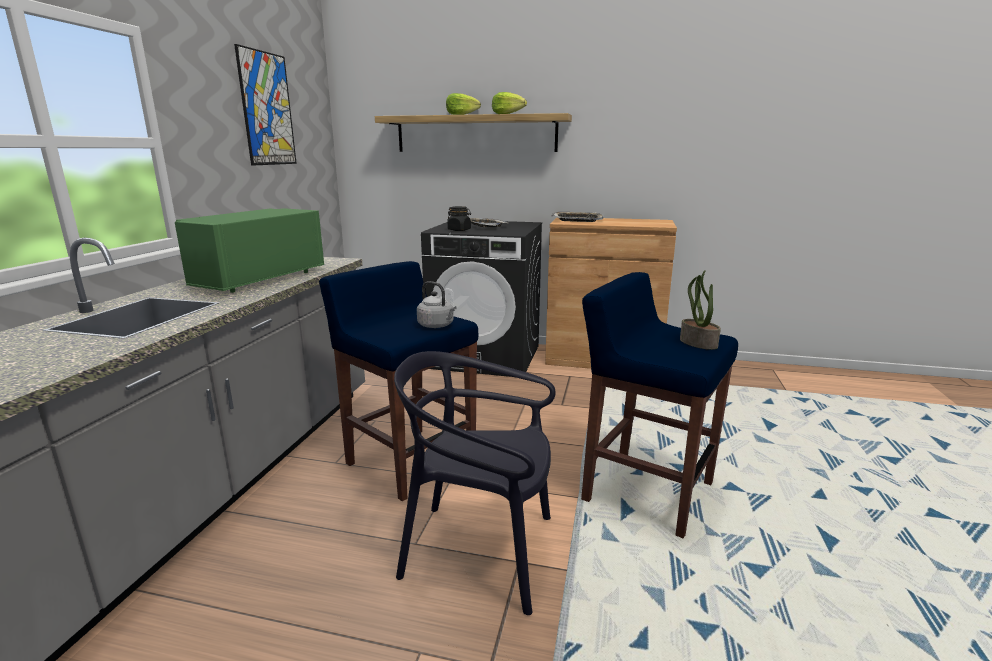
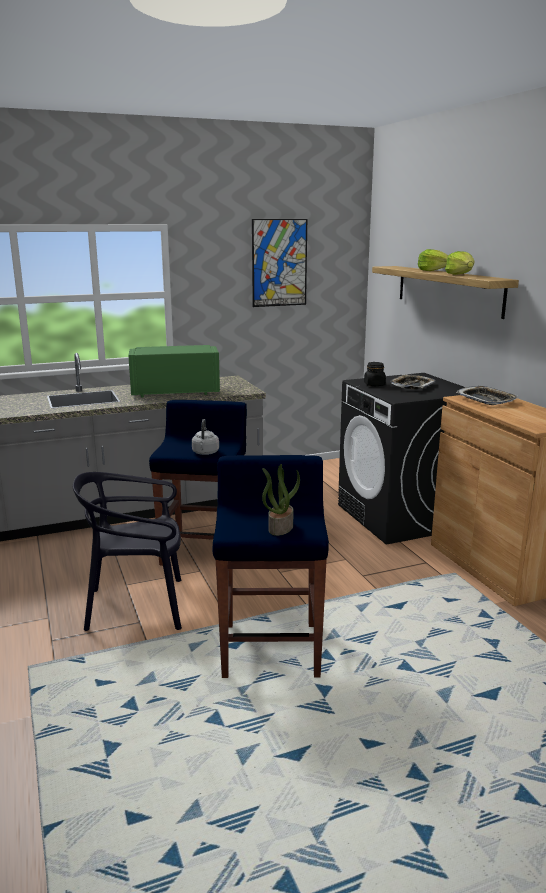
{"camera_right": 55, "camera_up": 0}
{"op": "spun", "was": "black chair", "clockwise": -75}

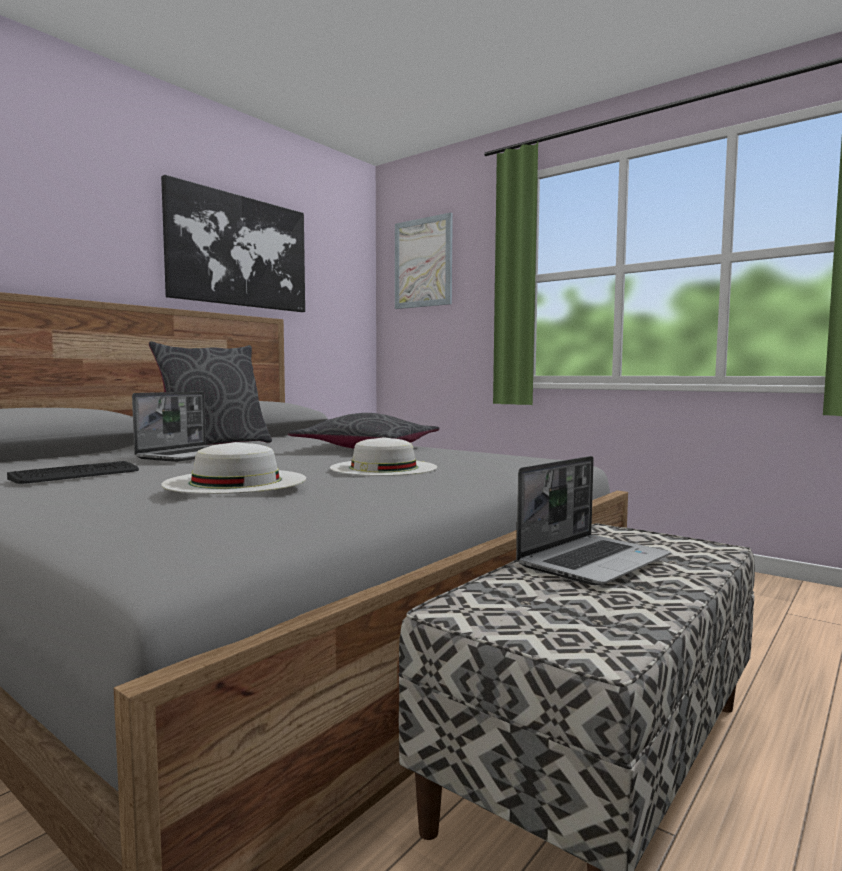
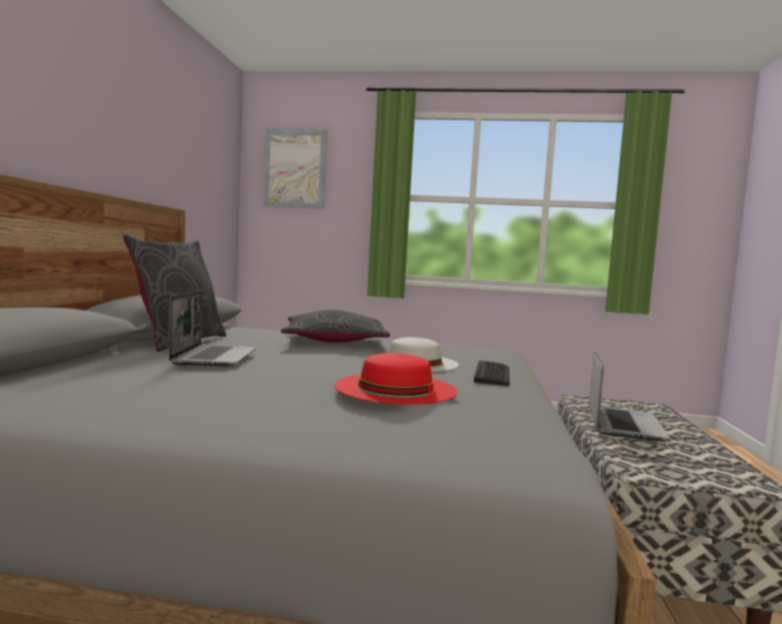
{"camera_right": -30, "camera_up": 0}
{"op": "missing", "was": "wall art (no. 1 from left)"}
{"op": "colour", "was": "whitish wearable hat (no. 1 from left)", "now": "reddish wearable hat"}
{"op": "relocated", "was": "PC keyboard"}

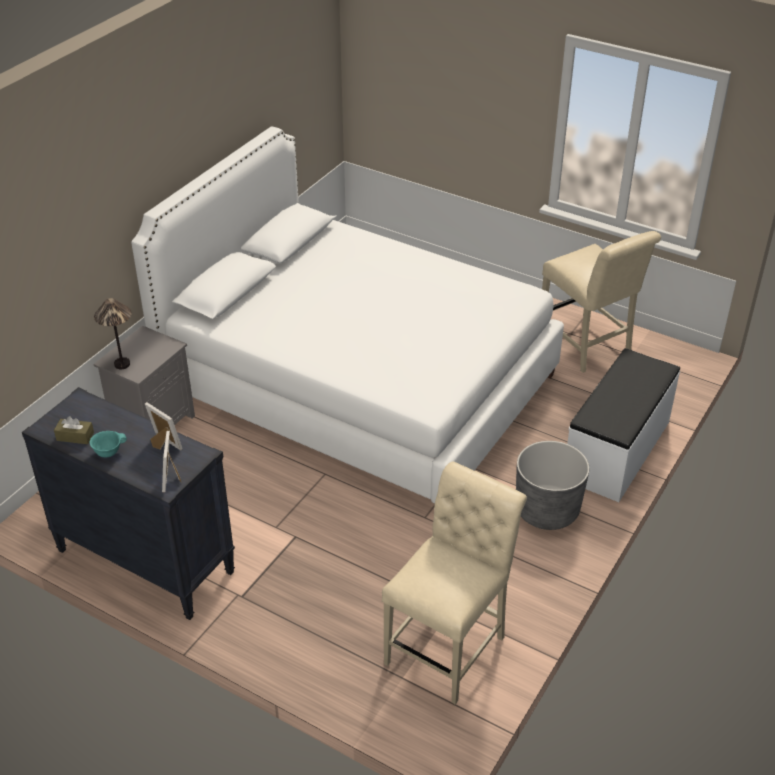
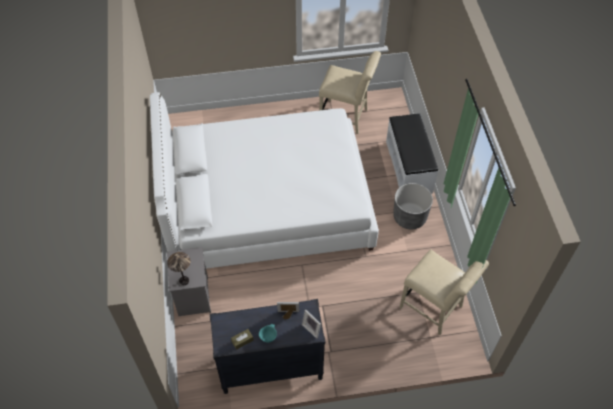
{"camera_right": -40, "camera_up": 15}
{"op": "spun", "was": "beige chair (no. 1 from left in the first image)", "clockwise": 135}

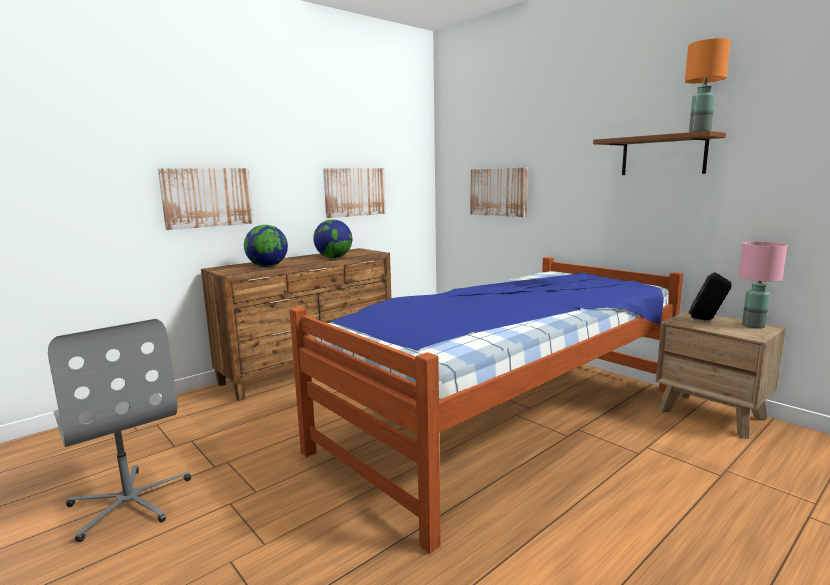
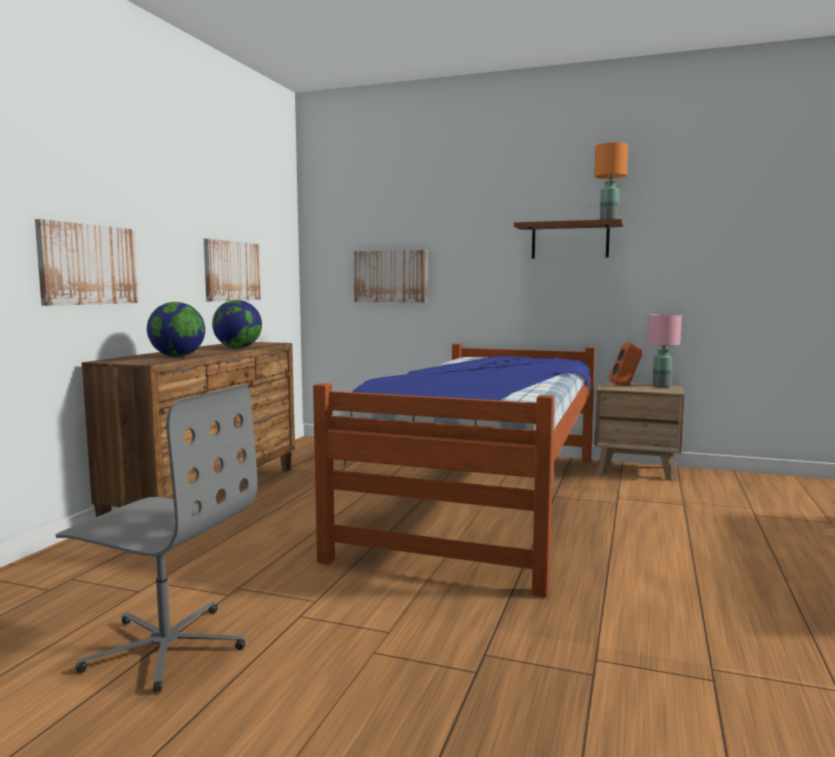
{"camera_right": -30, "camera_up": -5}
{"op": "colour", "was": "black loudspeaker", "now": "orange loudspeaker"}

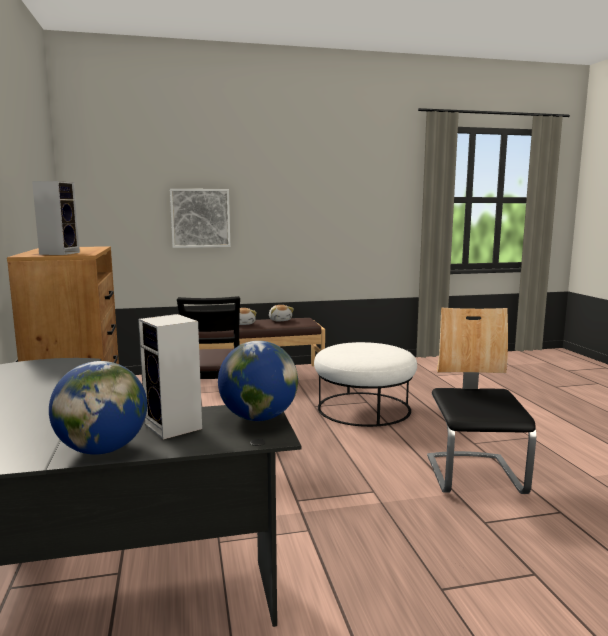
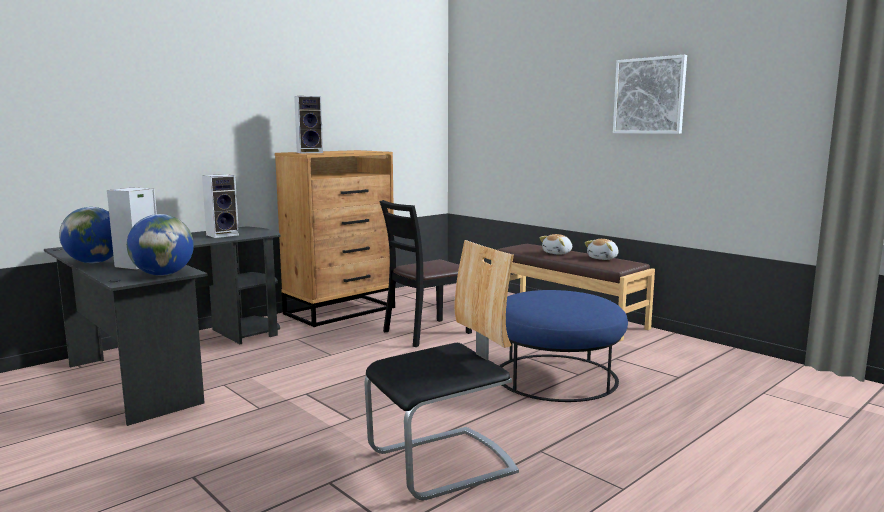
{"camera_right": 60, "camera_up": 0}
{"op": "relocated", "was": "wall art"}
{"op": "colour", "was": "whitish pouffe", "now": "blue-coloured pouffe"}
{"op": "appeared", "now": "loudspeaker (no. 2 from left)"}

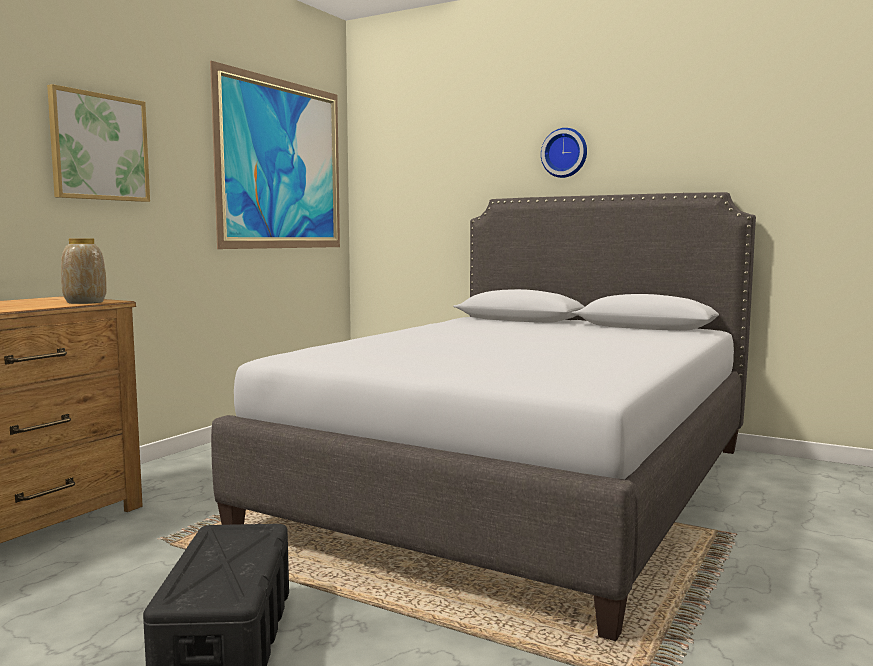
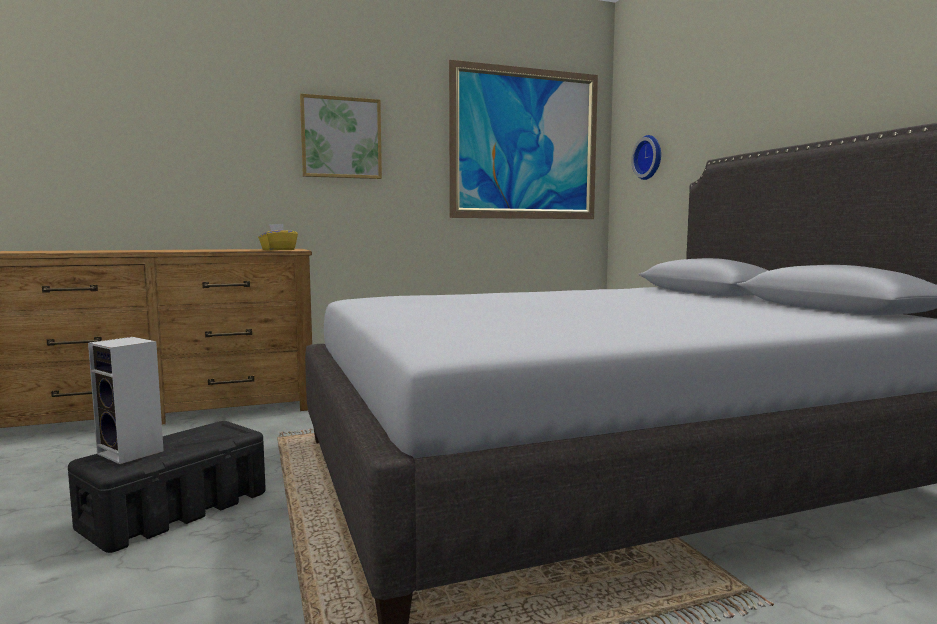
{"camera_right": 40, "camera_up": 0}
{"op": "relocated", "was": "clock on the wall"}
{"op": "exchanged", "was": "vase", "now": "yellowish tissue holder"}
{"op": "appeared", "now": "loudspeaker"}

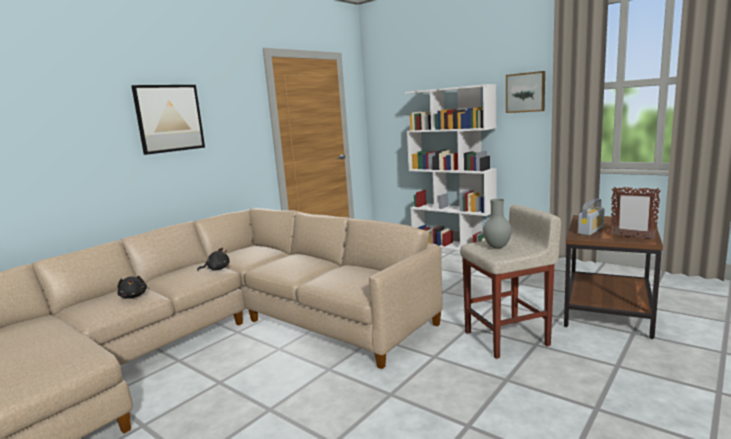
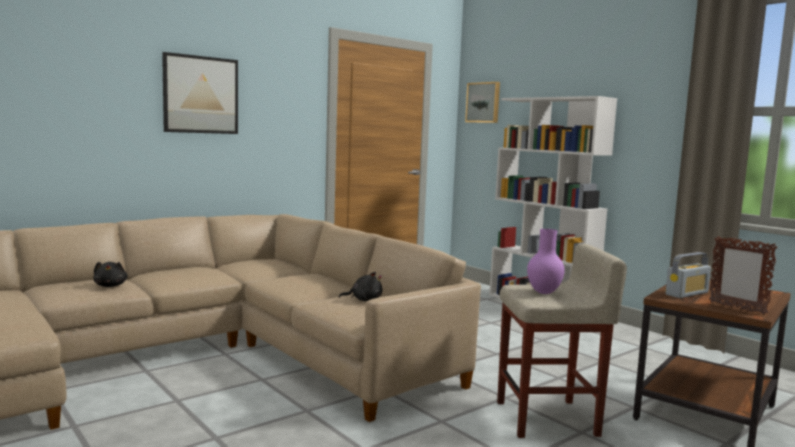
{"camera_right": 10, "camera_up": -5}
{"op": "relocated", "was": "wall art (no. 2 from left)"}
{"op": "colour", "was": "gray vase", "now": "purple vase"}
{"op": "relocated", "was": "black plush toy (no. 2 from left)"}

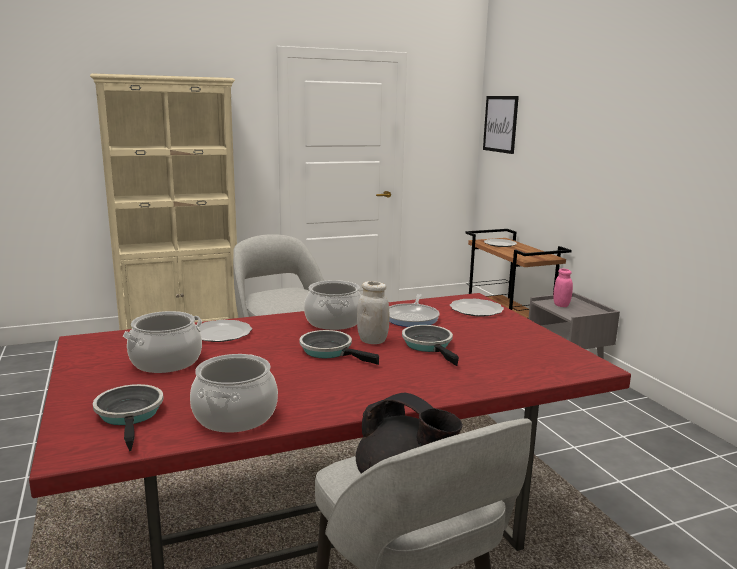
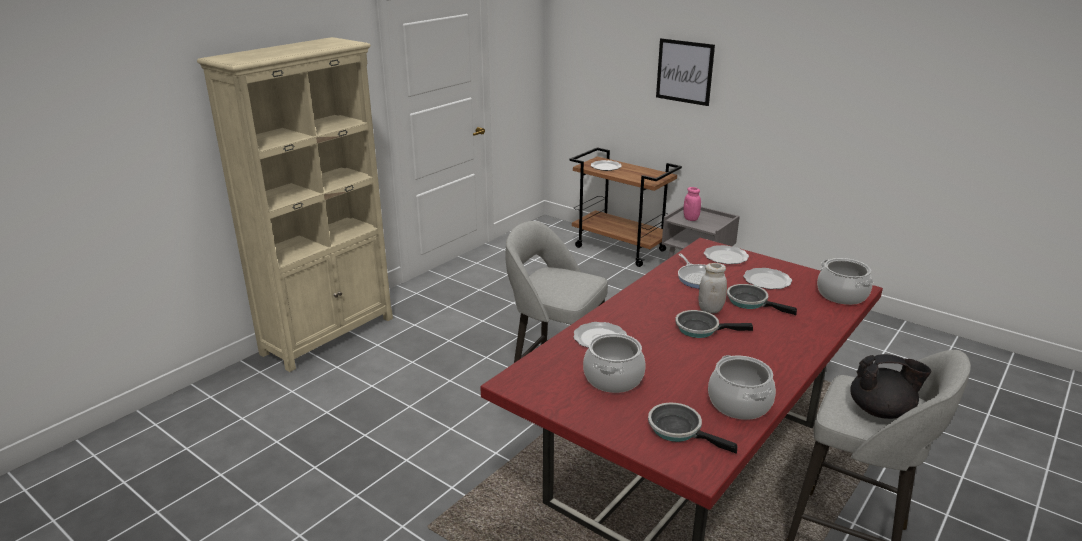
{"camera_right": -30, "camera_up": 10}
{"op": "relocated", "was": "wall art"}
{"op": "relocated", "was": "stockpot (no. 3 from left)"}
{"op": "appeared", "now": "plate (no. 4 from left)"}

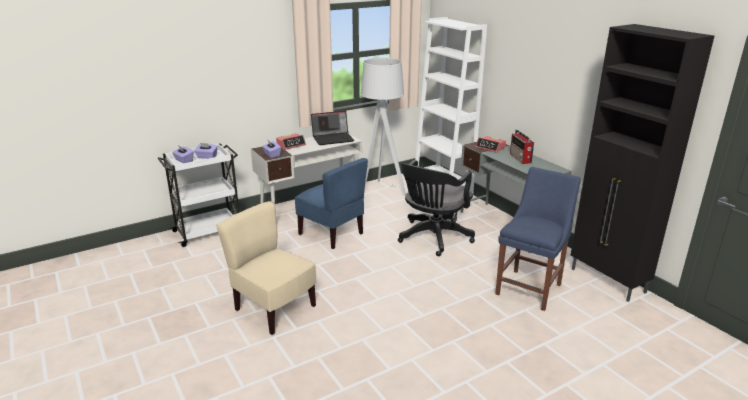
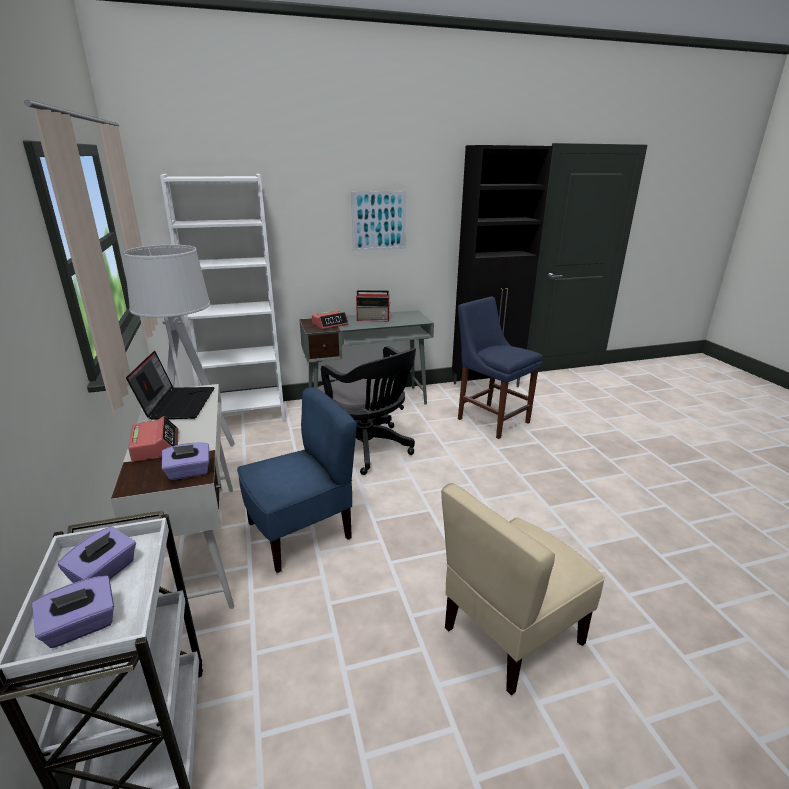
{"camera_right": -75, "camera_up": 0}
{"op": "appeared", "now": "wall art"}

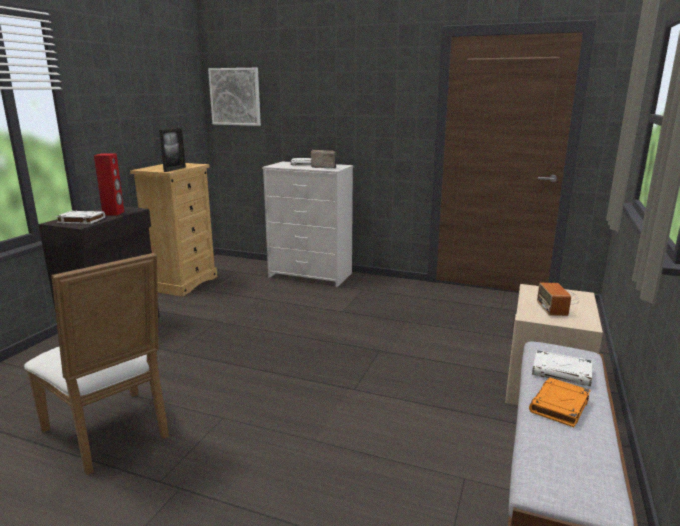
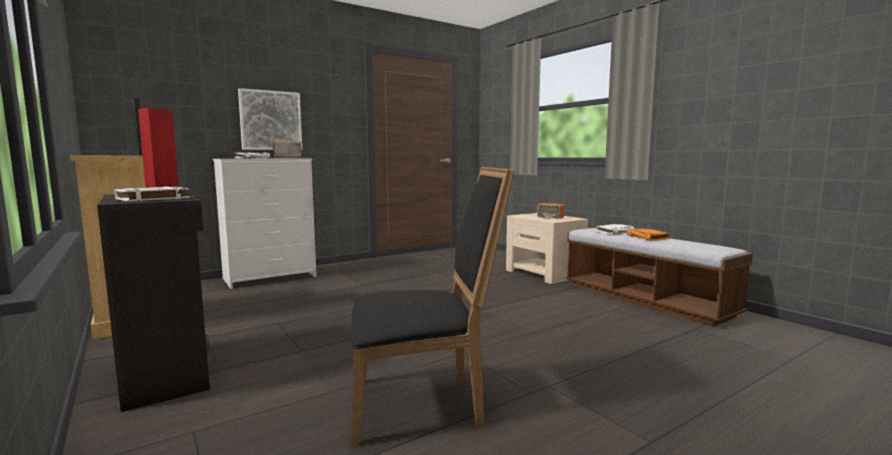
{"camera_right": -55, "camera_up": -10}
{"op": "relocated", "was": "wall art"}
{"op": "colour", "was": "whitish chair", "now": "black chair"}

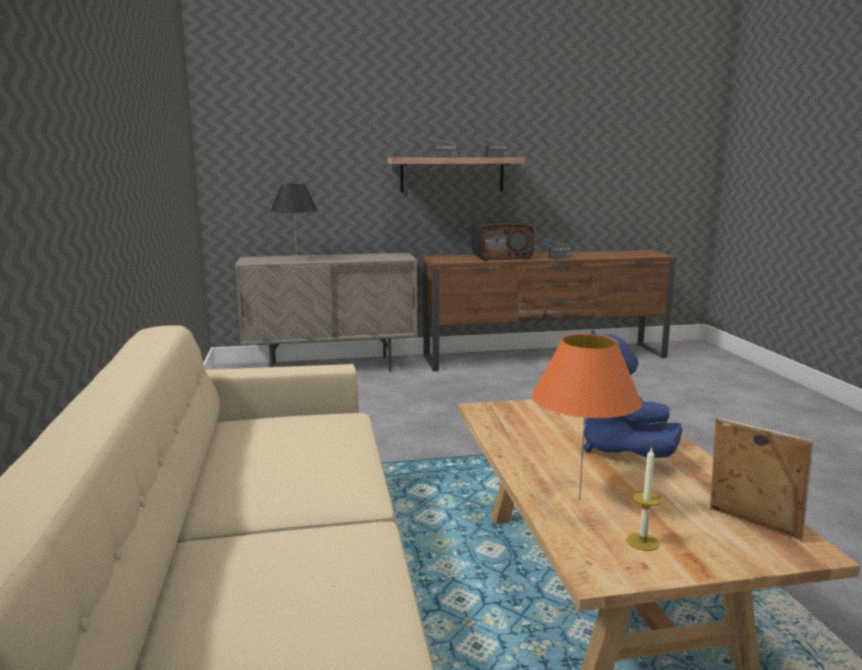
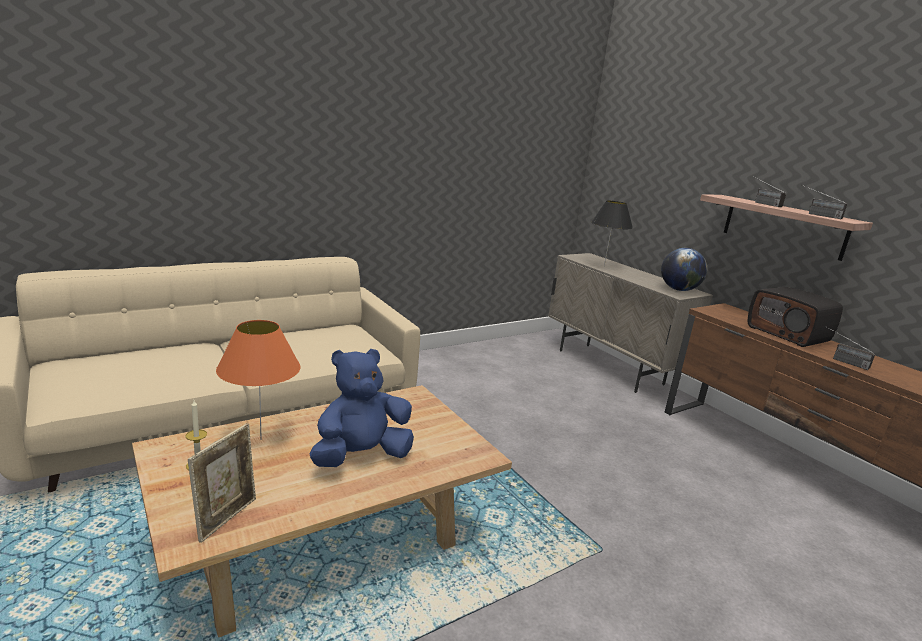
{"camera_right": 65, "camera_up": 5}
{"op": "appeared", "now": "world globe"}

